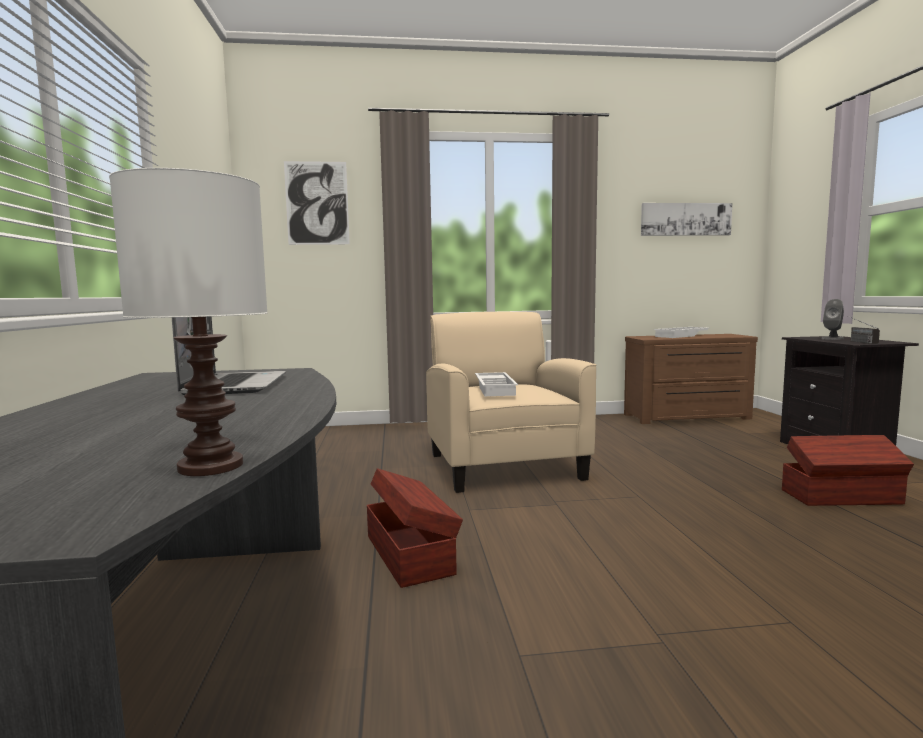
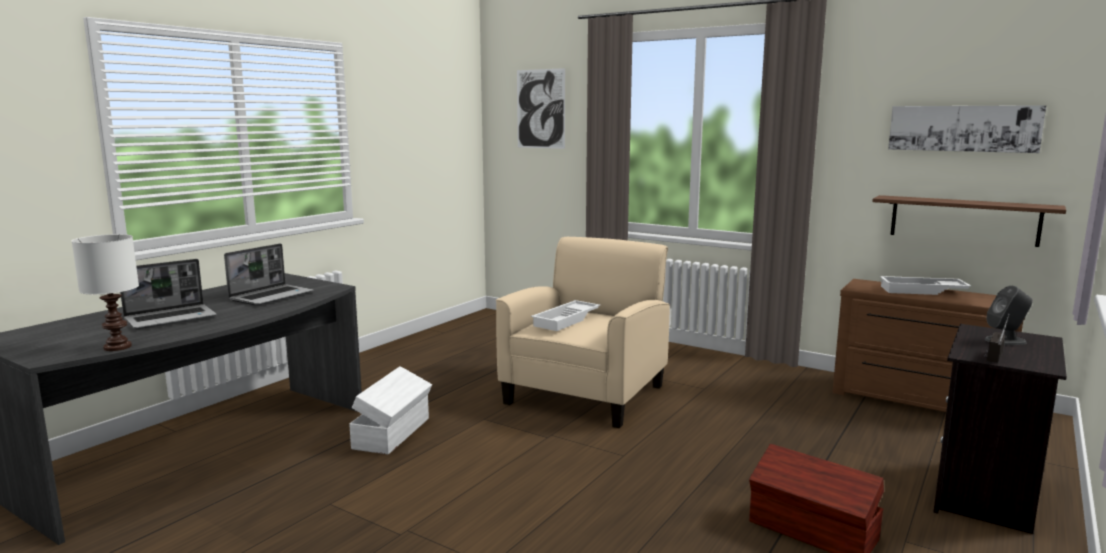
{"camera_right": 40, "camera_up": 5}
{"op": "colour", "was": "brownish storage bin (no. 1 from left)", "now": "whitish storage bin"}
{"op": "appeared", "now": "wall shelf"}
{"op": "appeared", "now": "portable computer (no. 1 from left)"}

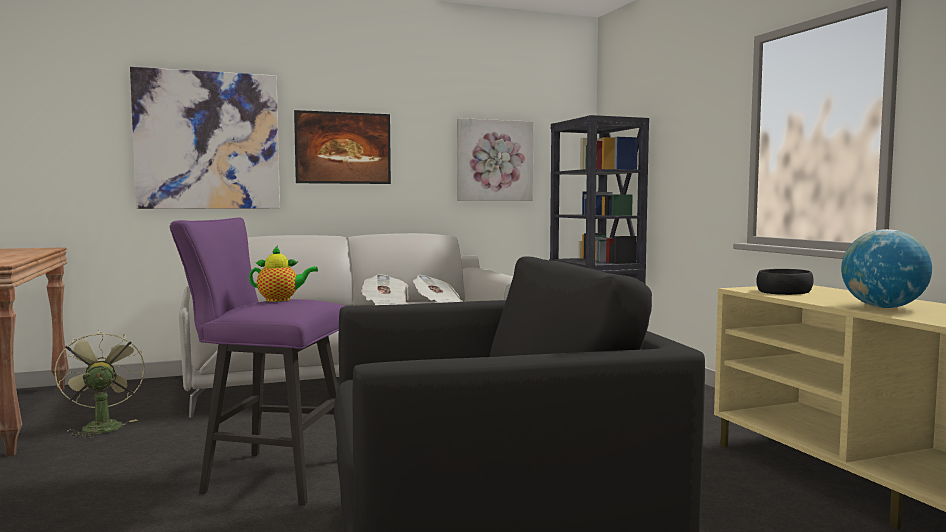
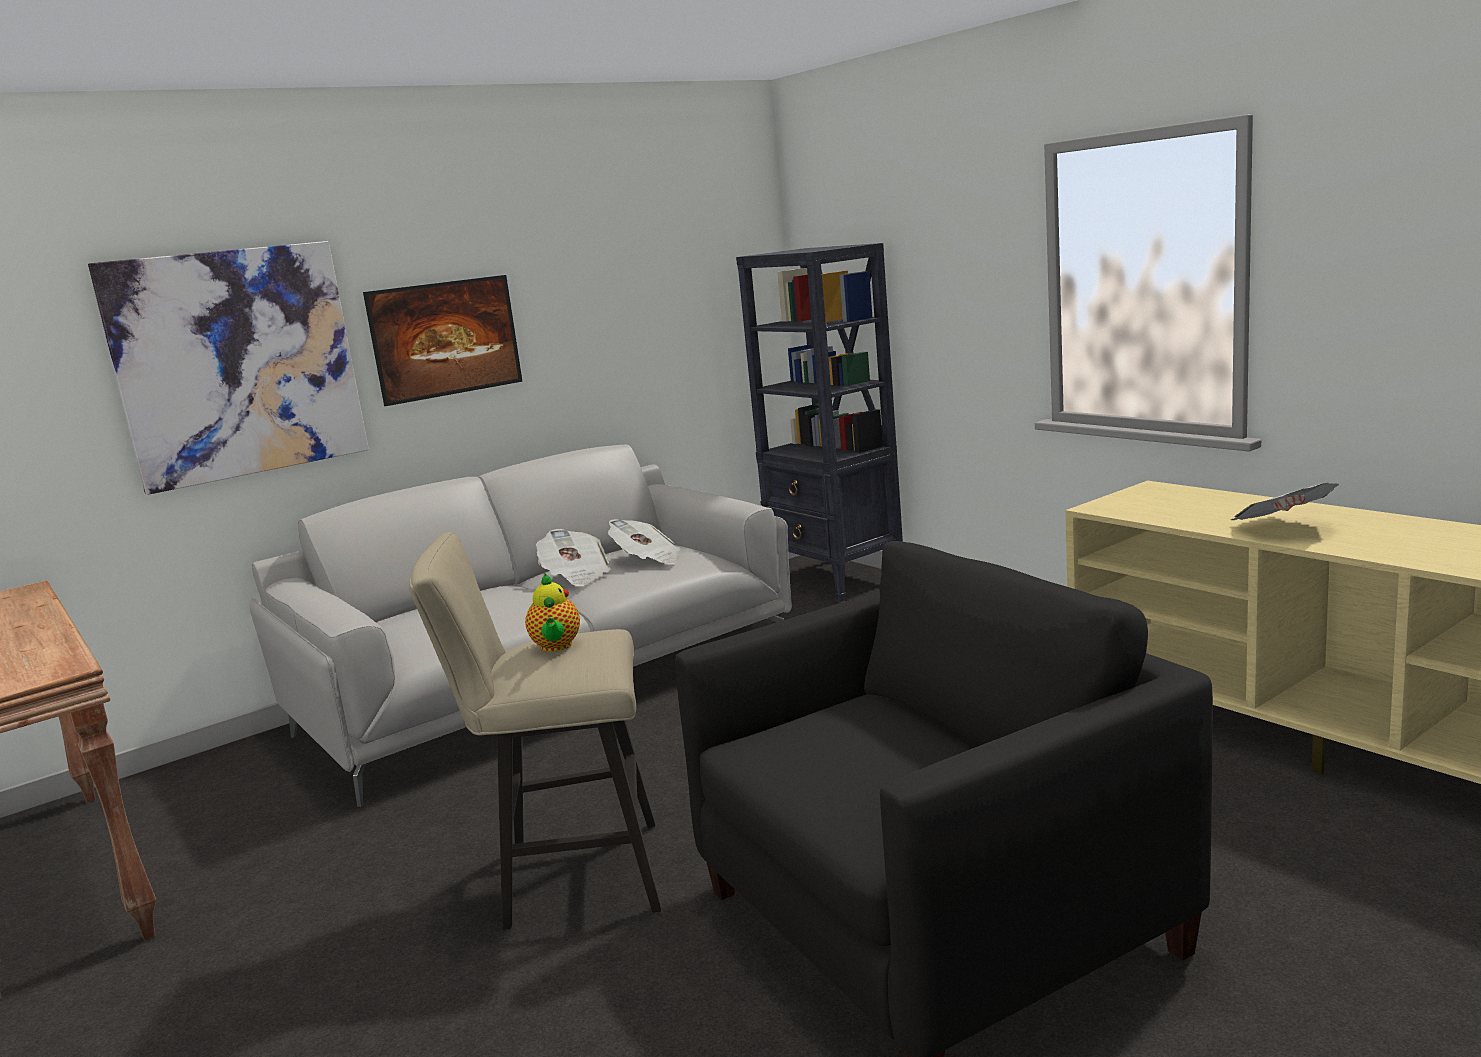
{"camera_right": -15, "camera_up": 10}
{"op": "missing", "was": "wall art (no. 3 from left)"}
{"op": "colour", "was": "purple stool seat", "now": "beige stool seat"}
{"op": "exchanged", "was": "world globe", "now": "newspaper (no. 3 from left)"}
{"op": "spun", "was": "teapot", "clockwise": 105}
{"op": "missing", "was": "black bowl"}
{"op": "missing", "was": "green cooling fan"}

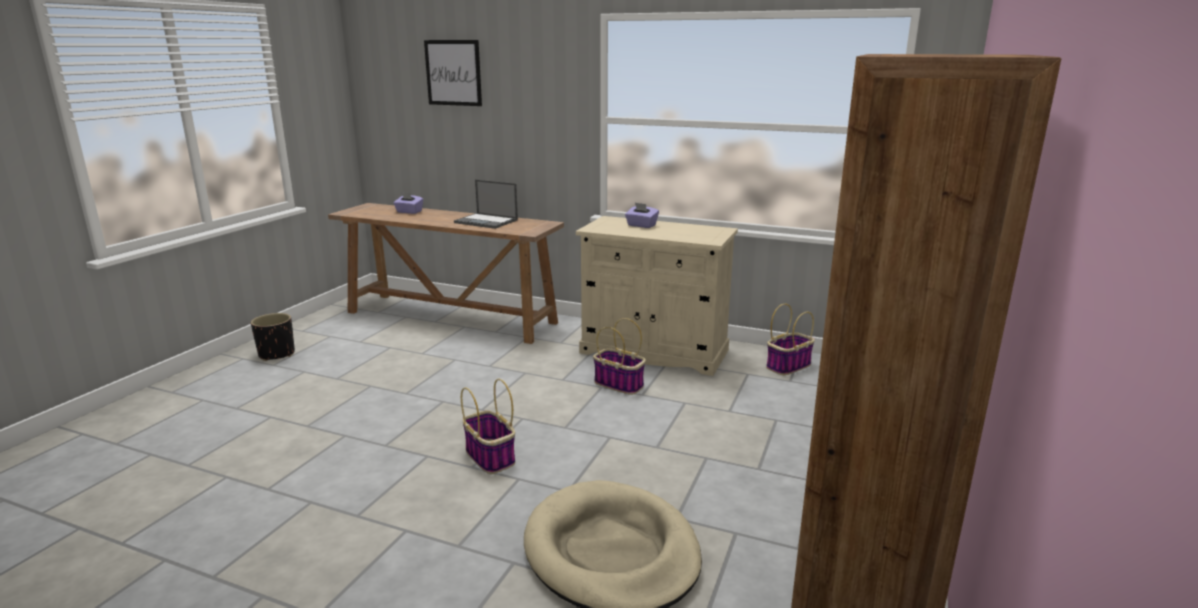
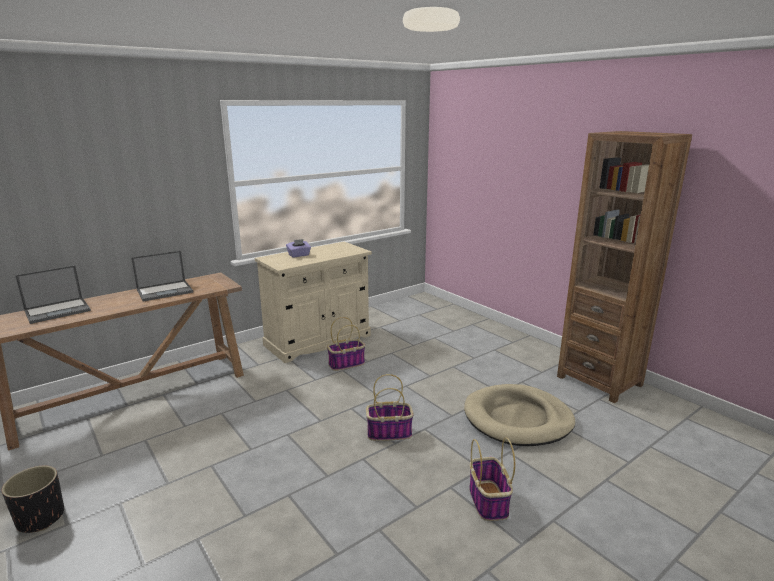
{"camera_right": -60, "camera_up": 0}
{"op": "missing", "was": "wall art"}
{"op": "exchanged", "was": "purple tissue holder (no. 1 from left)", "now": "portable computer (no. 1 from left)"}
{"op": "relocated", "was": "storage basket (no. 3 from left)"}

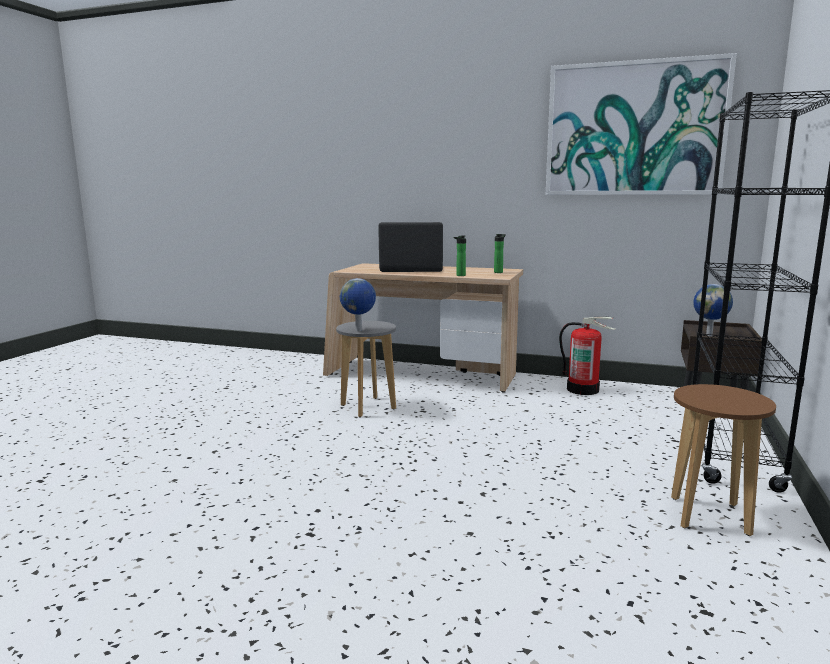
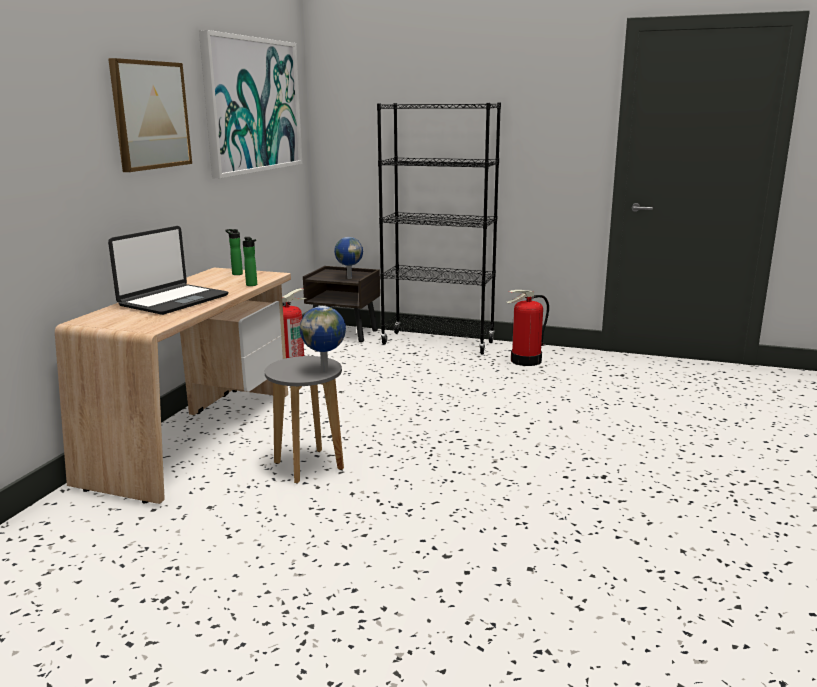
{"camera_right": -90, "camera_up": 5}
{"op": "spun", "was": "portable computer", "clockwise": -150}
{"op": "exchanged", "was": "brownish stool seat", "now": "fire extinguisher (no. 2 from left)"}
{"op": "appeared", "now": "wall art (no. 1 from left)"}

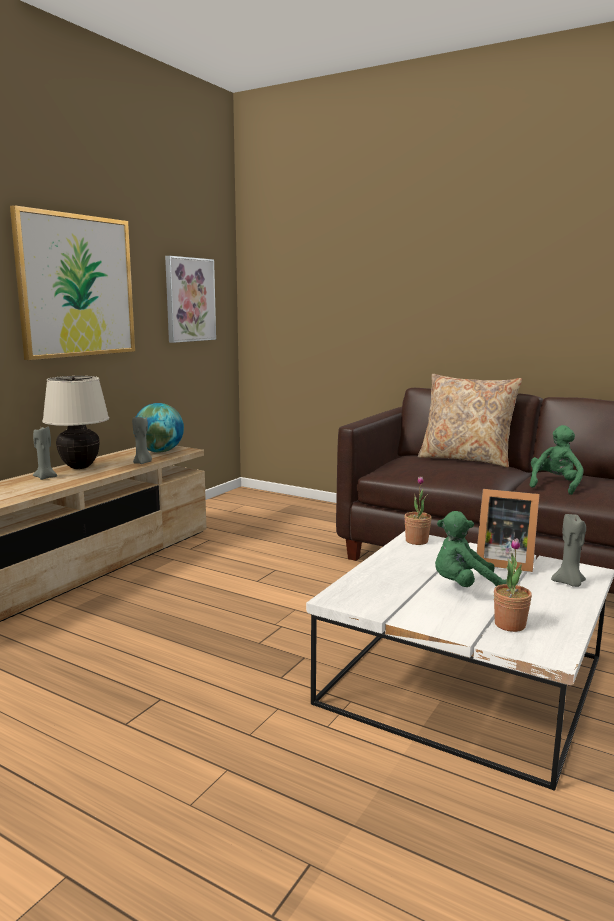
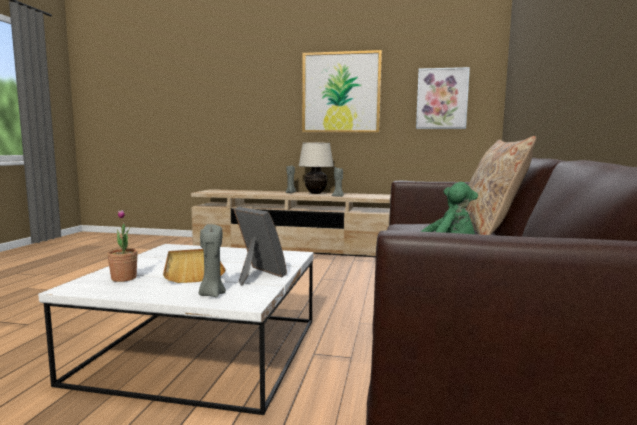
{"camera_right": 70, "camera_up": -5}
{"op": "missing", "was": "world globe"}
{"op": "missing", "was": "potted plant (no. 1 from left)"}
{"op": "spun", "was": "picture frame", "clockwise": 135}
{"op": "exchanged", "was": "green plush toy (no. 1 from left)", "now": "beige serving tray"}

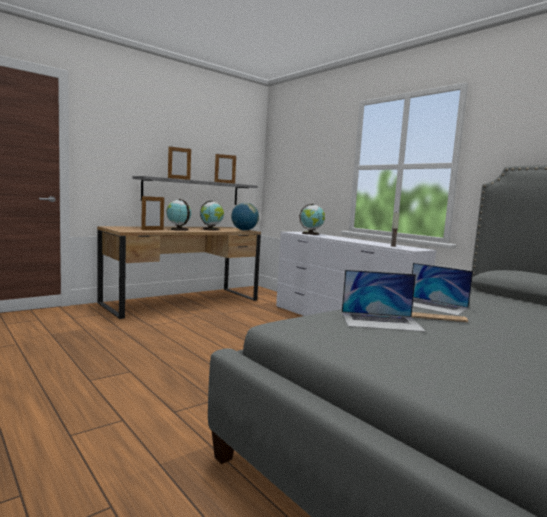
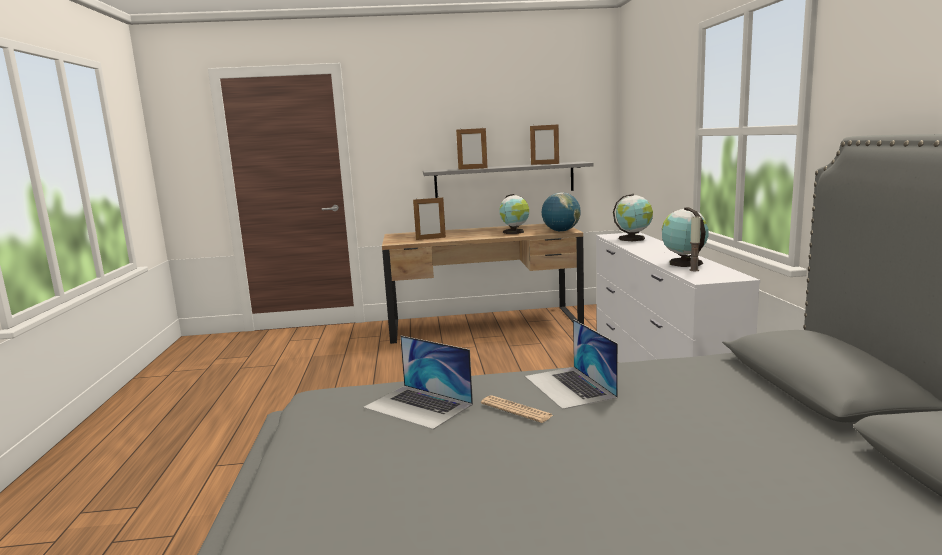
{"camera_right": 35, "camera_up": 5}
{"op": "relocated", "was": "world globe (no. 1 from left in the first image)", "now": "world globe (no. 4 from left)"}

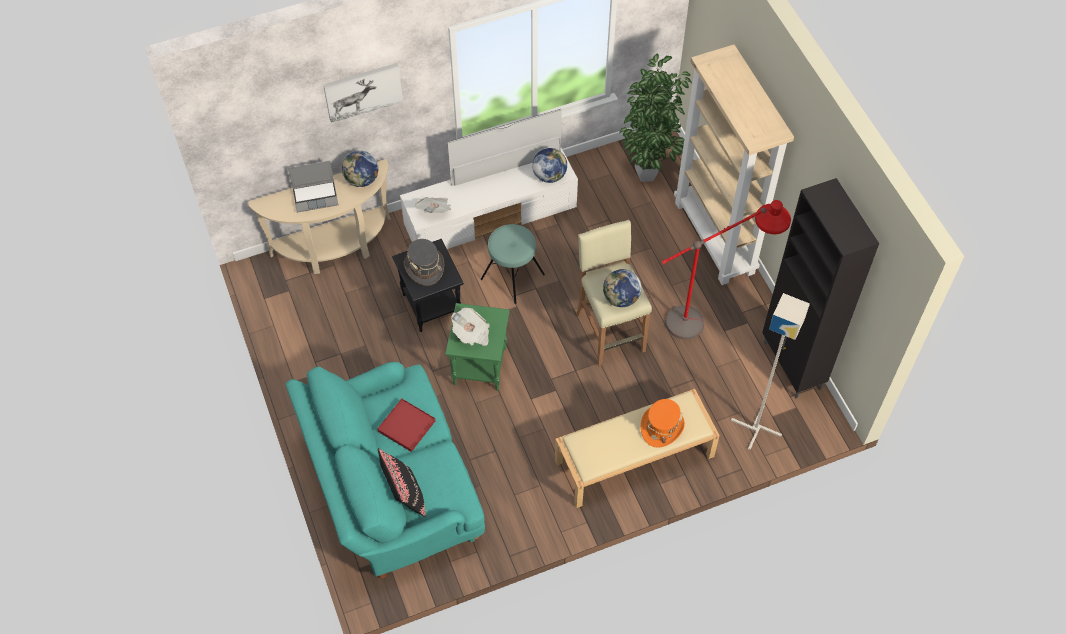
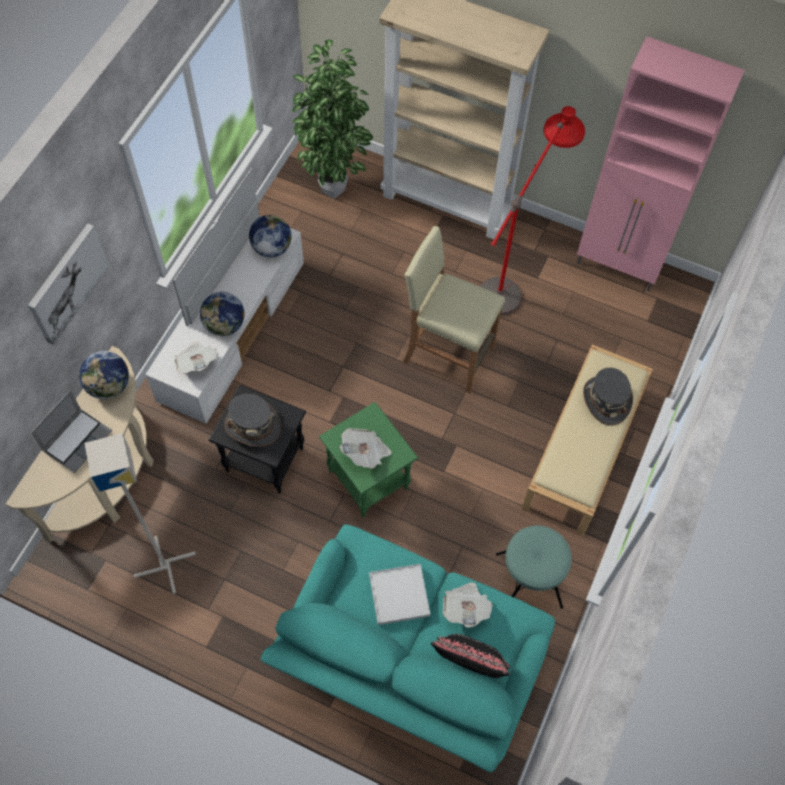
{"camera_right": -45, "camera_up": 5}
{"op": "colour", "was": "black cabinet", "now": "pink-coloured cabinet"}
{"op": "relocated", "was": "turquoise-coloured stool seat"}
{"op": "relocated", "was": "world globe (no. 3 from left in the first image)", "now": "world globe (no. 2 from left)"}
{"op": "relocated", "was": "gray standing lamp"}
{"op": "colour", "was": "reddish serving tray", "now": "whitish serving tray"}
{"op": "colour", "was": "orange wearable hat", "now": "gray wearable hat (no. 2 from left)"}
{"op": "appeared", "now": "newspaper (no. 3 from left)"}

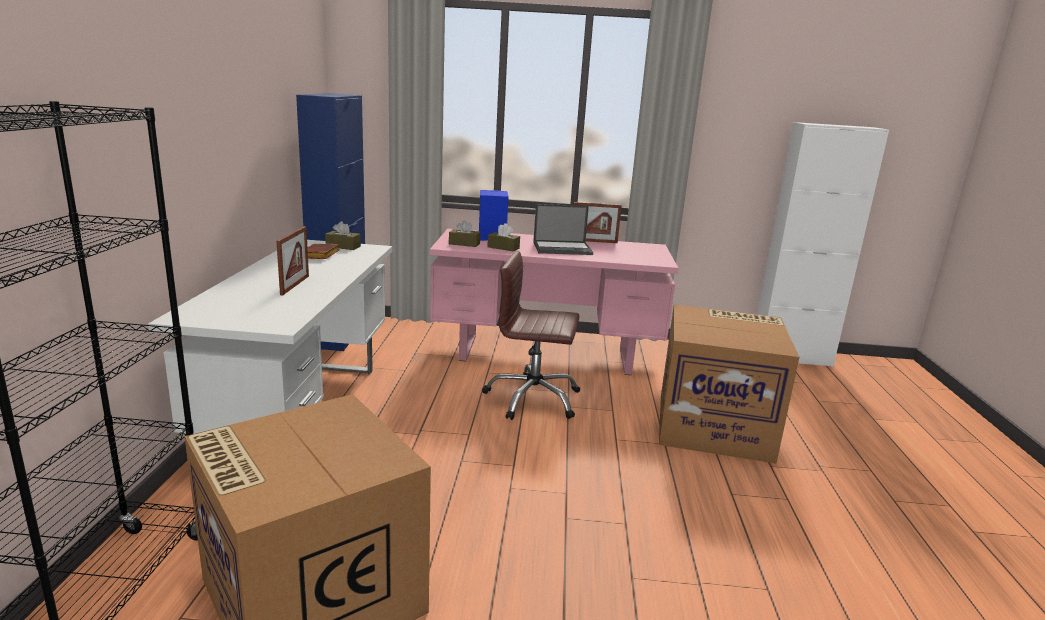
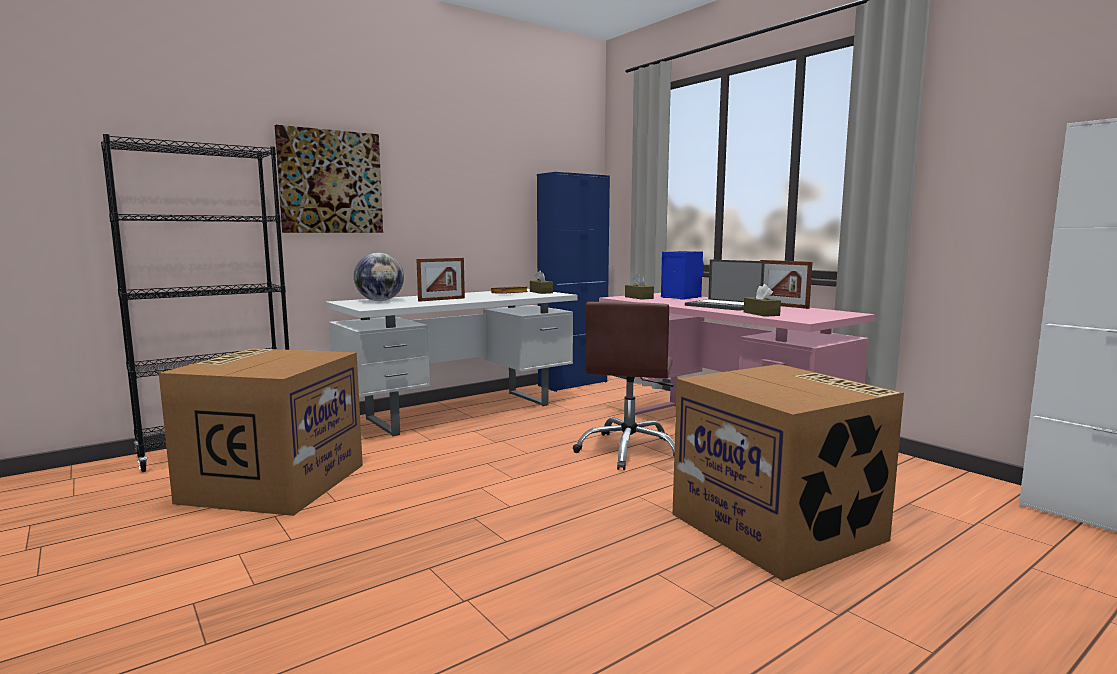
{"camera_right": 50, "camera_up": -10}
{"op": "relocated", "was": "brownish tissue holder (no. 3 from left)"}
{"op": "spun", "was": "brownish office chair", "clockwise": -135}
{"op": "appeared", "now": "wall art"}
{"op": "appeared", "now": "world globe"}

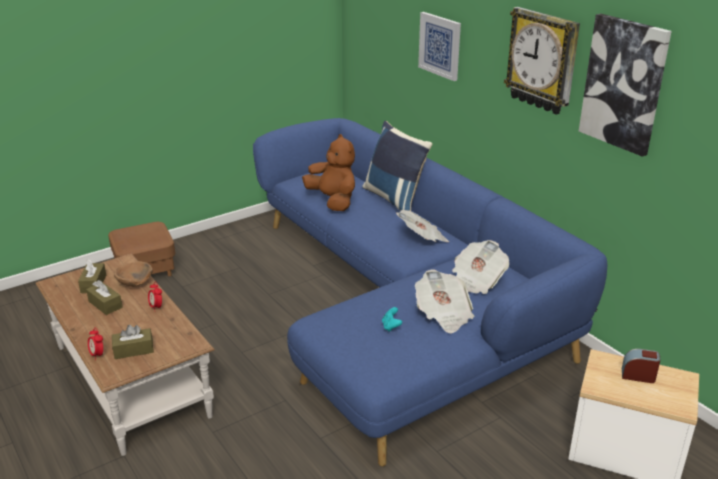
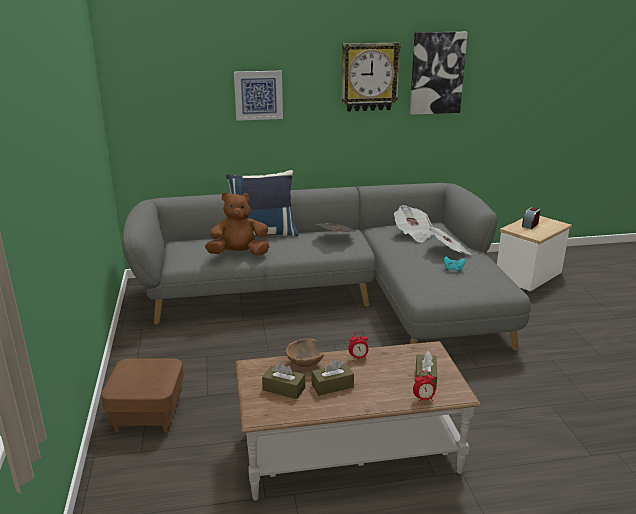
{"camera_right": -65, "camera_up": -5}
{"op": "colour", "was": "blue-coloured couch", "now": "gray couch"}

